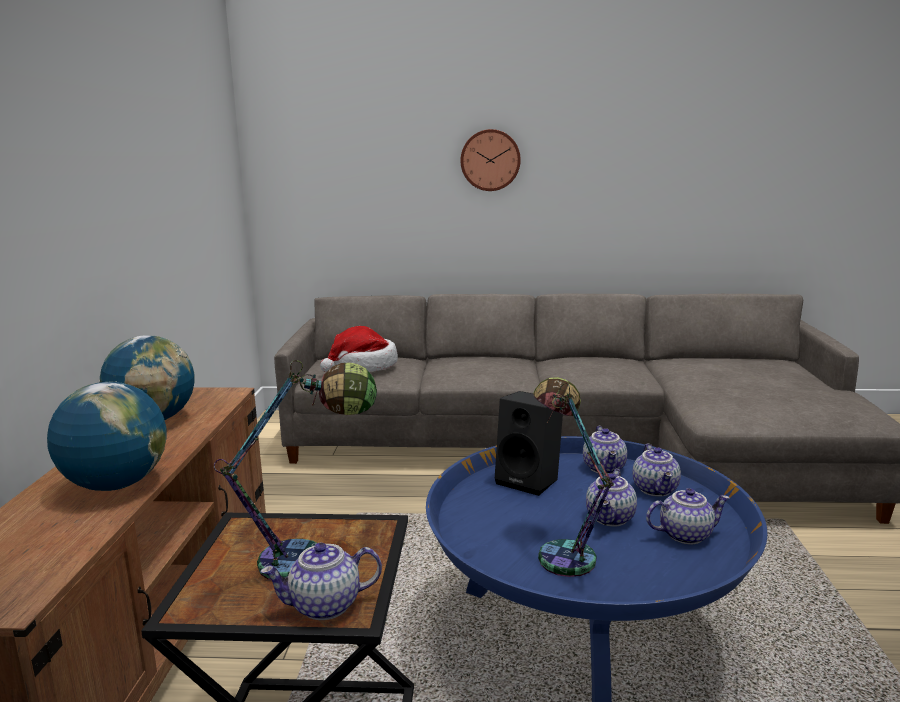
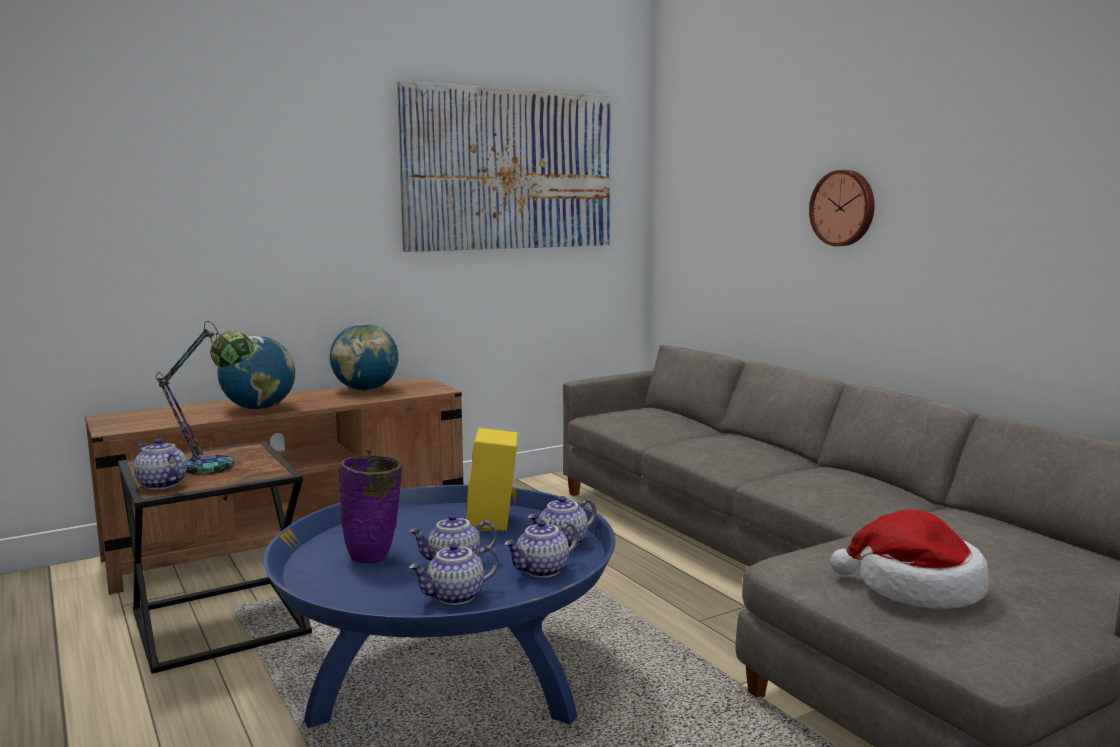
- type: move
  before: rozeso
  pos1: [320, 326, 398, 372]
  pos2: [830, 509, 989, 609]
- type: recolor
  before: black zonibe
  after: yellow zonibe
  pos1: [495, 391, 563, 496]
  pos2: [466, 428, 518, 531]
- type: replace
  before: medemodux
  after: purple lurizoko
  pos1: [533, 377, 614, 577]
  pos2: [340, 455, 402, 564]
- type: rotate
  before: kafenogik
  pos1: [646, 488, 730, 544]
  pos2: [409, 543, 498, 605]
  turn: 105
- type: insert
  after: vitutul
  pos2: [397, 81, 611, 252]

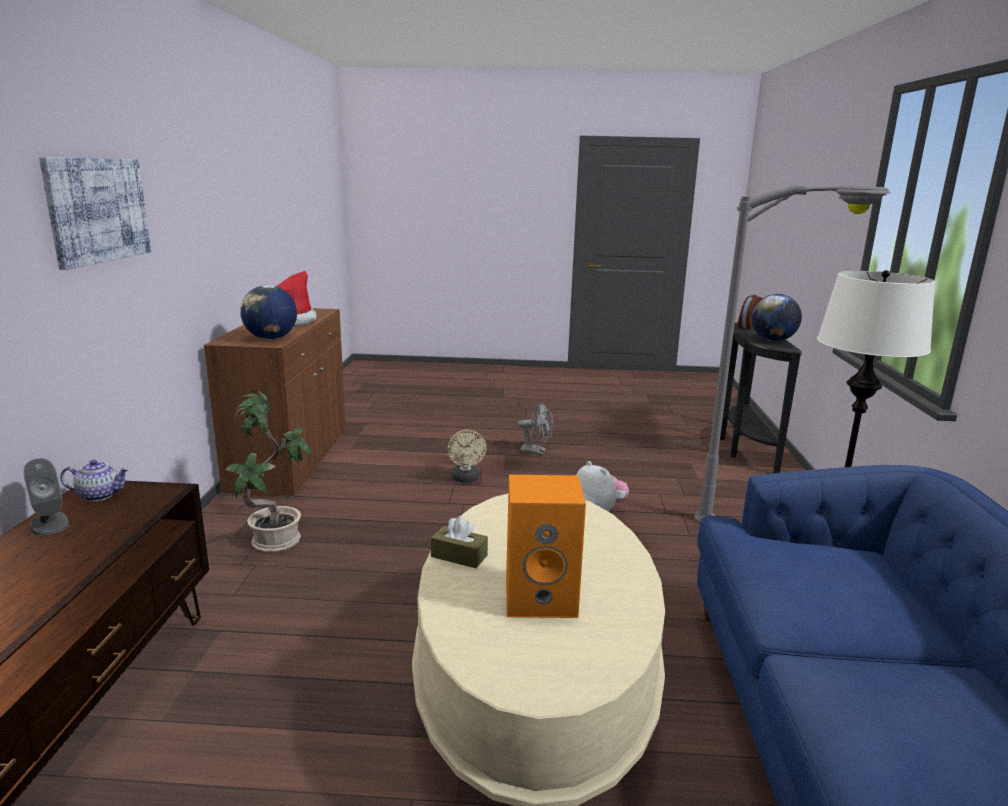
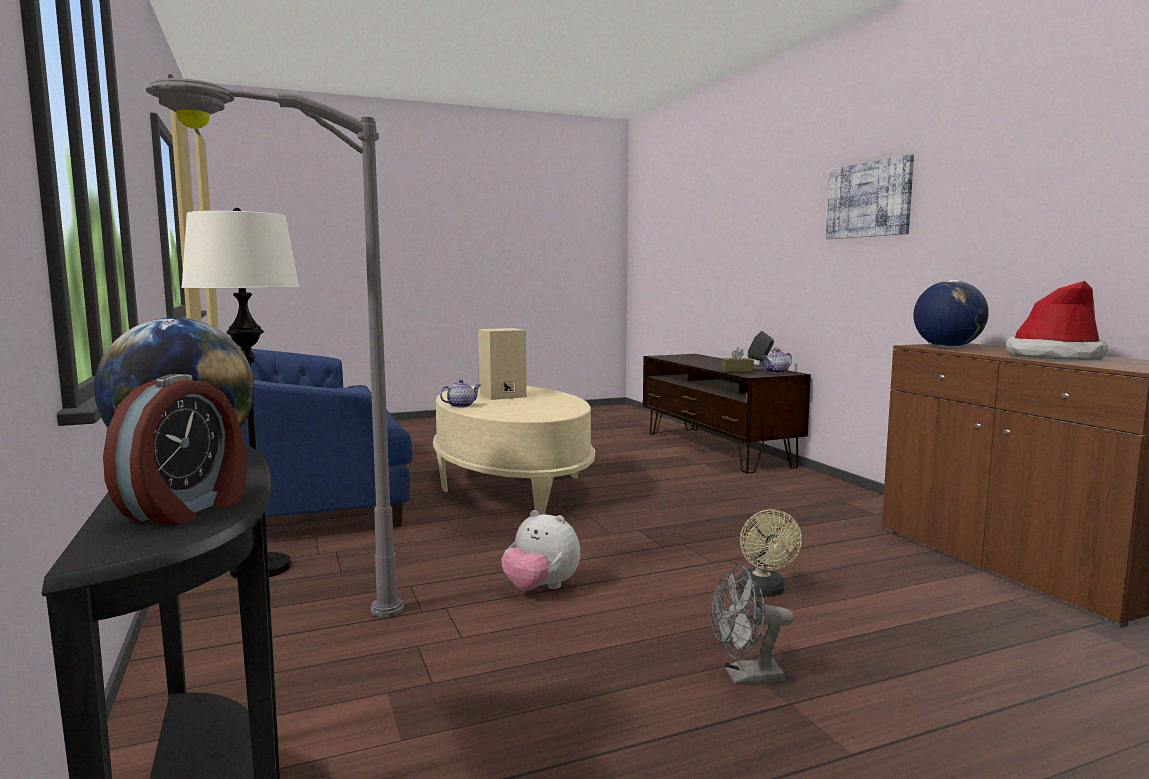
- type: delete
  before: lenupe
  pos1: [226, 389, 311, 552]
- type: move
  before: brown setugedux
  pos1: [431, 517, 488, 568]
  pos2: [722, 347, 754, 373]
- type: rotate
  before: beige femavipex
  pos1: [448, 430, 486, 482]
  pos2: [738, 509, 802, 596]
  turn: -150
- type: recolor
  before: orange zonibe
  after: beige zonibe
  pos1: [506, 475, 586, 618]
  pos2: [478, 328, 527, 400]
- type: insert
  after: kafenogik
  pos2: [440, 379, 480, 408]

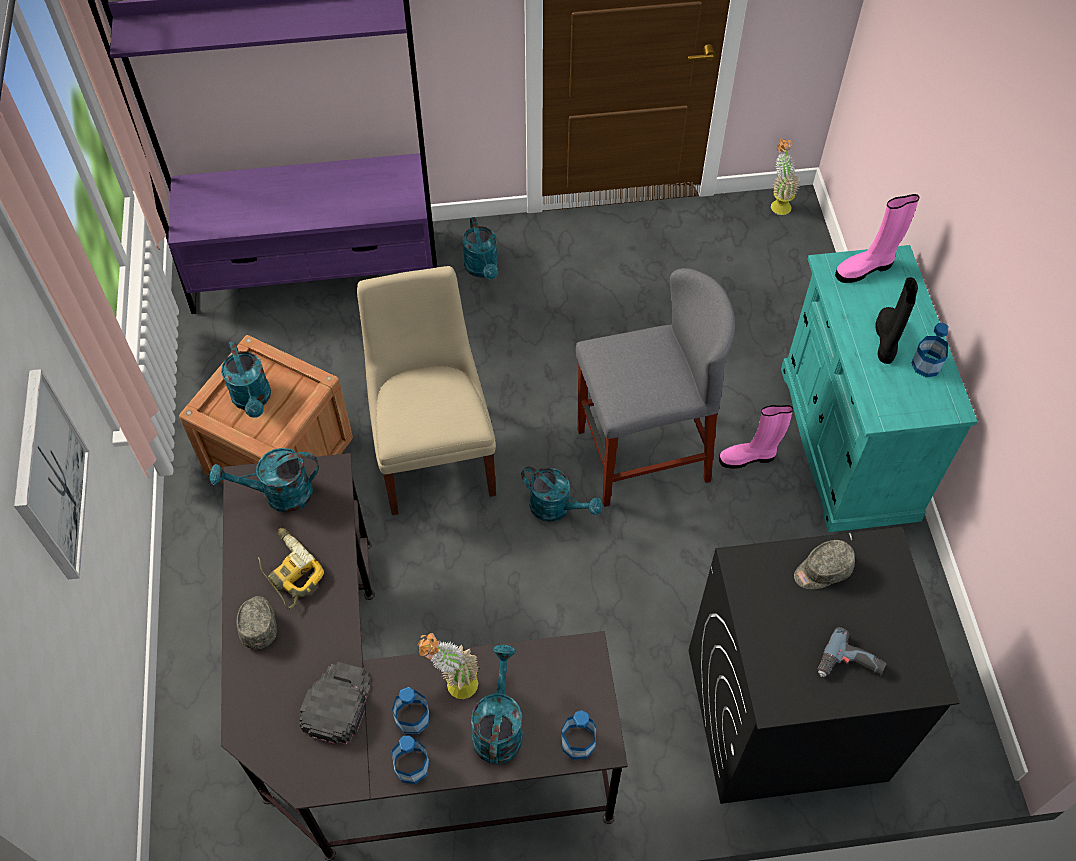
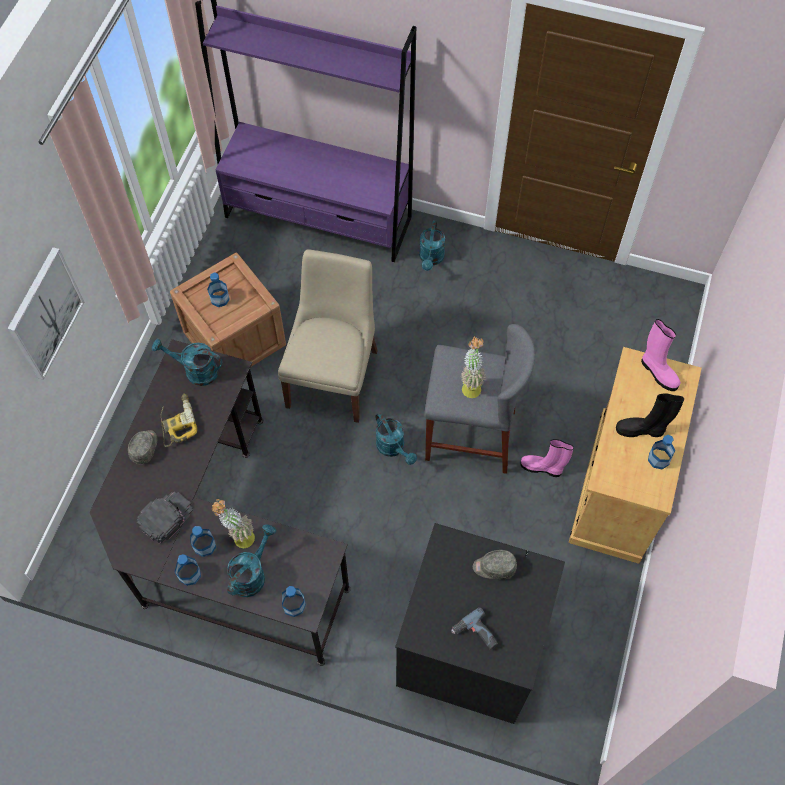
- type: replace
  before: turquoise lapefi
  after: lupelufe
  pos1: [221, 341, 271, 418]
  pos2: [207, 273, 230, 307]
- type: move
  before: lenupe
  pos1: [771, 139, 800, 215]
  pos2: [461, 337, 486, 398]
- type: recolor
  before: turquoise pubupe
  after: beige pubupe
  pos1: [781, 245, 978, 532]
  pos2: [569, 347, 702, 564]
- type: rotate
  before: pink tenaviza
  pos1: [835, 194, 919, 283]
  pos2: [641, 319, 681, 391]
  turn: -135
- type: rotate
  before: black tenaviza
  pos1: [875, 277, 918, 364]
  pos2: [616, 393, 684, 437]
  turn: -120

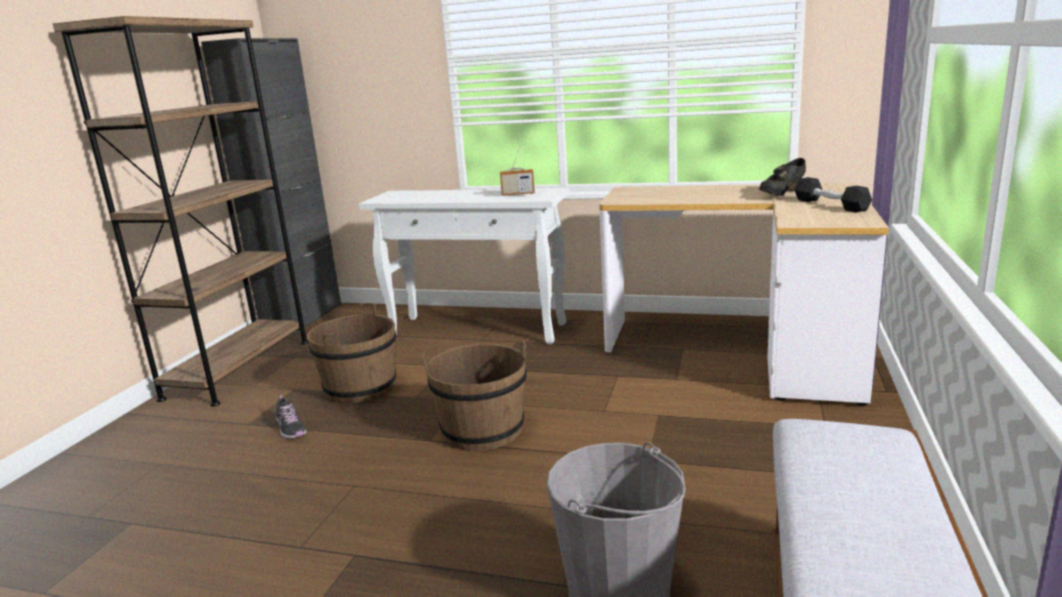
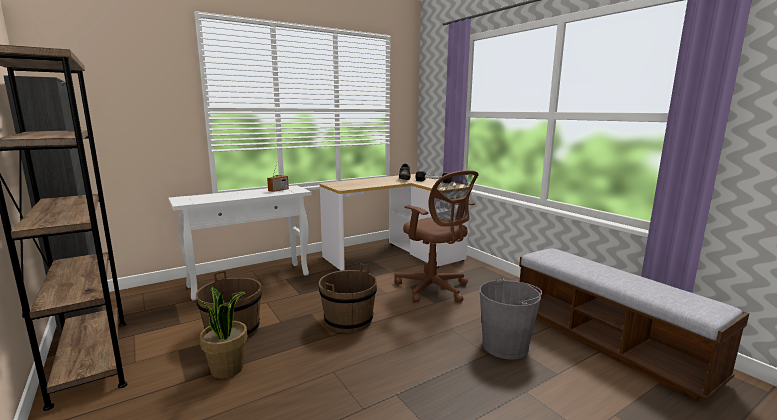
- type: replace
  before: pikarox
  after: lenupe
  pos1: [276, 395, 306, 439]
  pos2: [199, 287, 247, 379]
- type: insert
  after: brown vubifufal
  pos2: [394, 170, 478, 303]

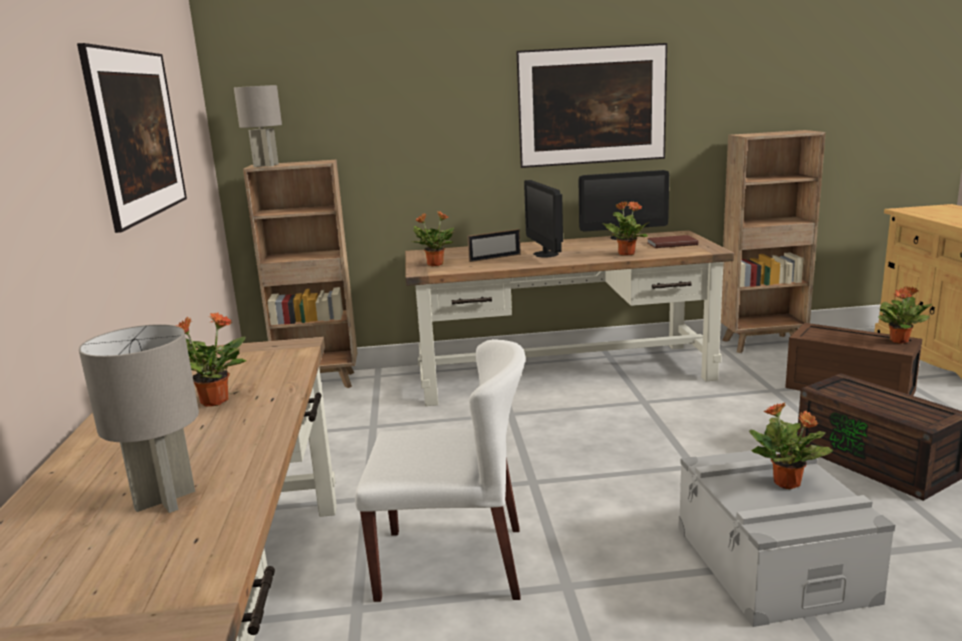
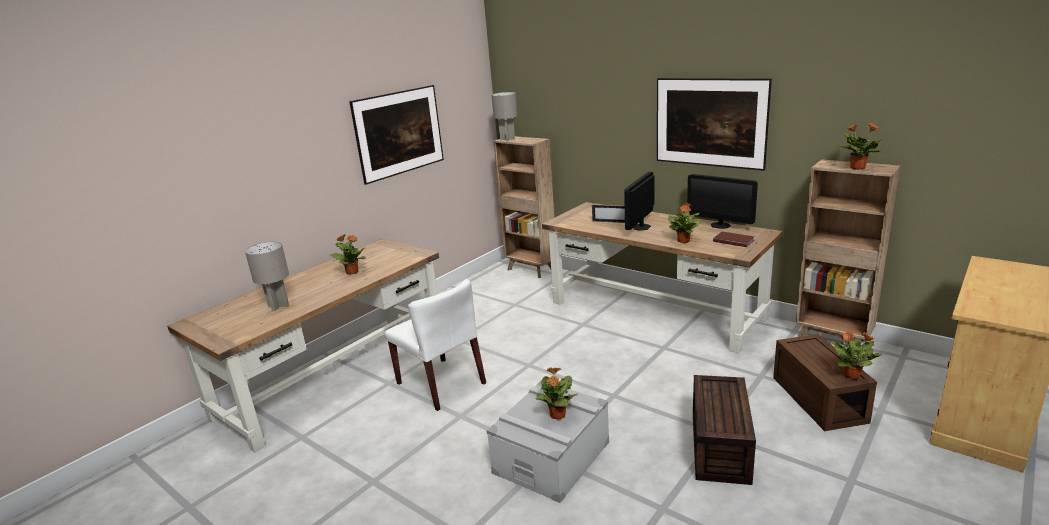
- type: move
  before: lenupe
  pos1: [411, 211, 454, 266]
  pos2: [840, 123, 884, 170]

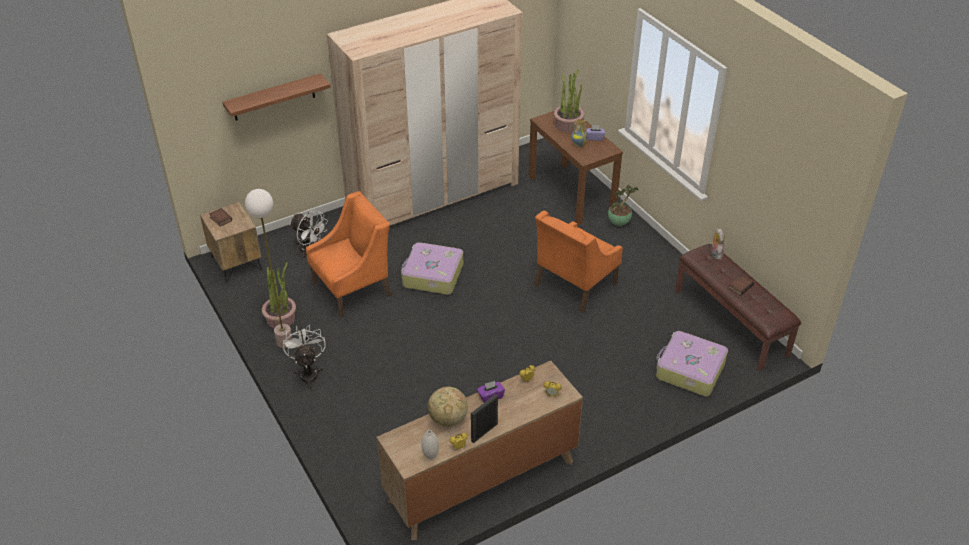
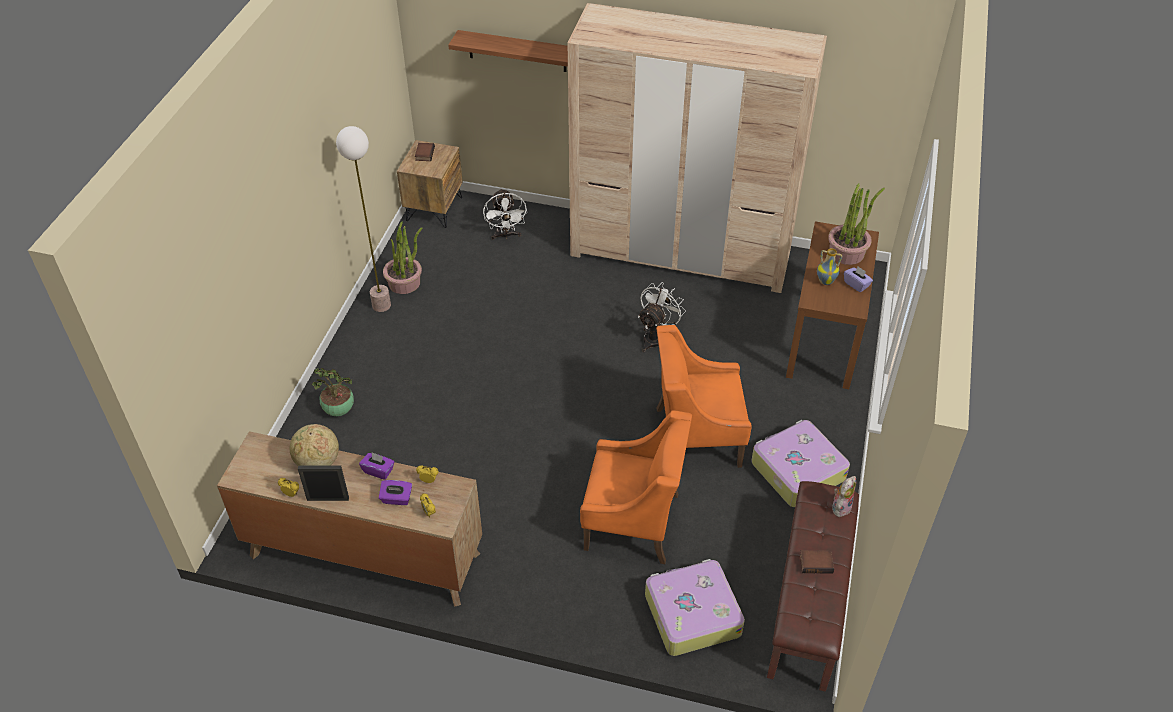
- type: move
  before: white femavipex
  pos1: [283, 325, 326, 389]
  pos2: [638, 282, 686, 352]
- type: move
  before: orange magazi
  pos1: [306, 191, 392, 318]
  pos2: [580, 410, 692, 564]
- type: move
  before: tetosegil
  pos1: [401, 242, 463, 295]
  pos2: [751, 420, 850, 507]
- type: delete
  before: white lurizoko
  pos1: [421, 430, 439, 460]
- type: move
  before: lenupe
  pos1: [608, 185, 638, 226]
  pos2: [311, 368, 354, 416]
- type: insert
  after: purple setugedux
  pos2: [379, 480, 412, 505]

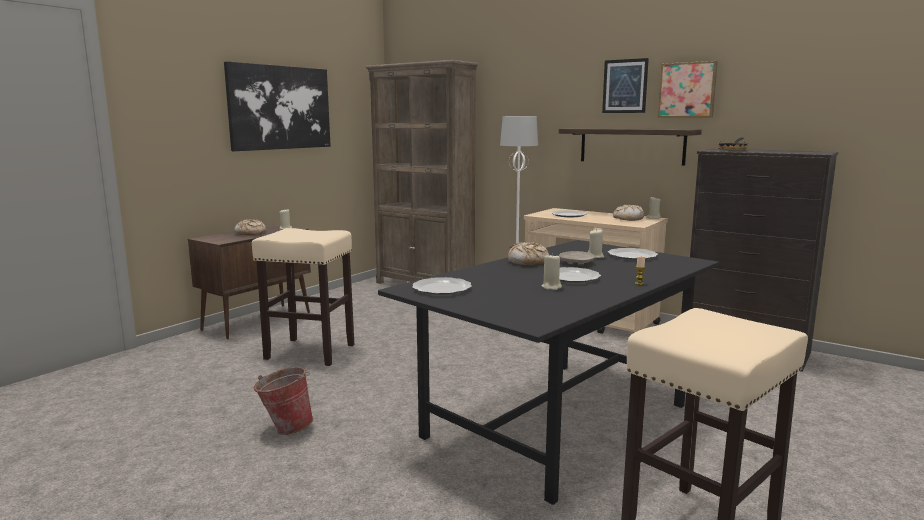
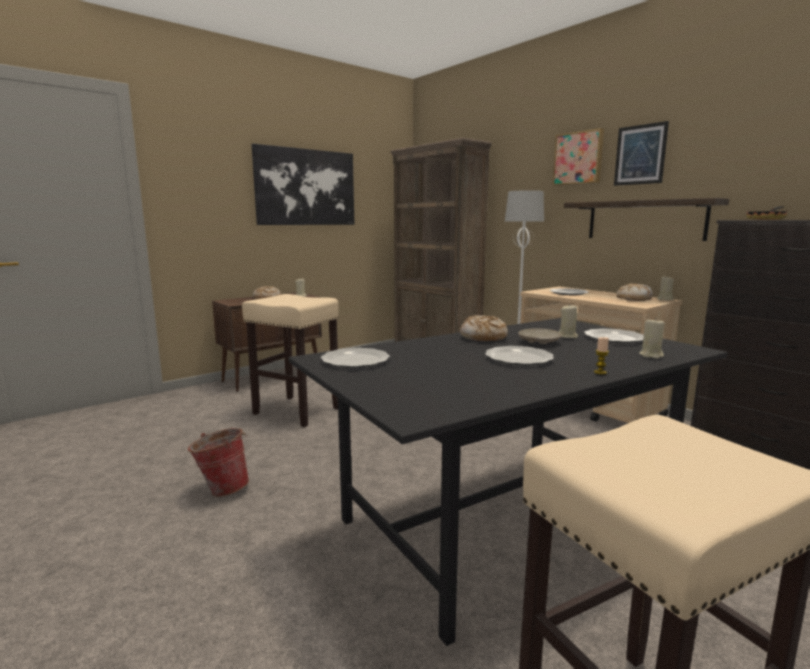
- type: move
  before: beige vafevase
  pos1: [541, 253, 562, 290]
  pos2: [639, 317, 665, 359]
- type: move
  before: vitutul
  pos1: [658, 61, 718, 118]
  pos2: [552, 128, 604, 186]

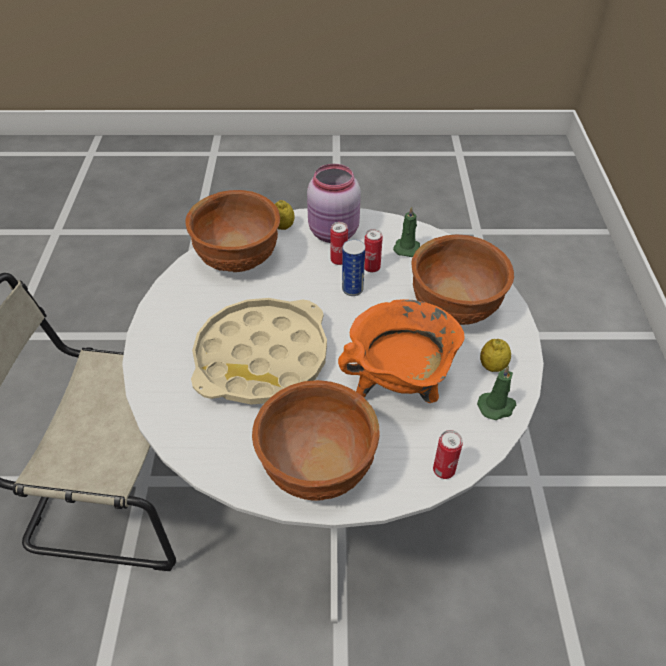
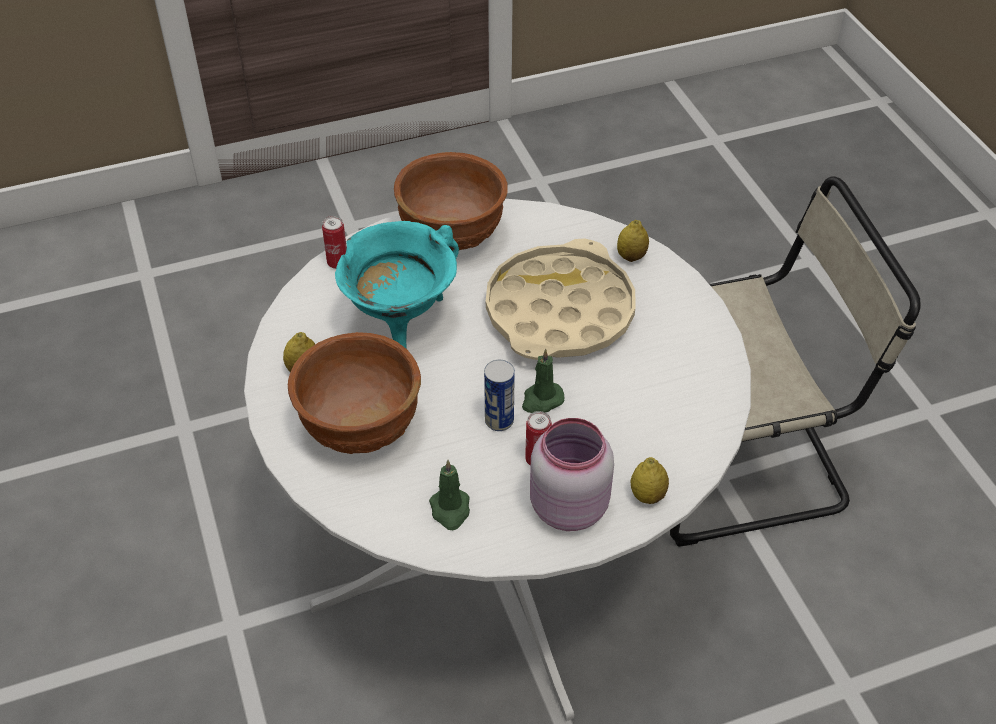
- type: delete
  before: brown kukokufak
  pos1: [186, 190, 280, 272]
- type: recolor
  before: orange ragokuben
  after: turquoise ragokuben
  pos1: [338, 299, 464, 403]
  pos2: [335, 221, 459, 349]
- type: delete
  before: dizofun
  pos1: [364, 229, 383, 272]
- type: move
  before: green vafevase
  pos1: [477, 365, 516, 420]
  pos2: [522, 348, 564, 413]
- type: insert
  after: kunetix
  pos2: [617, 220, 649, 262]

